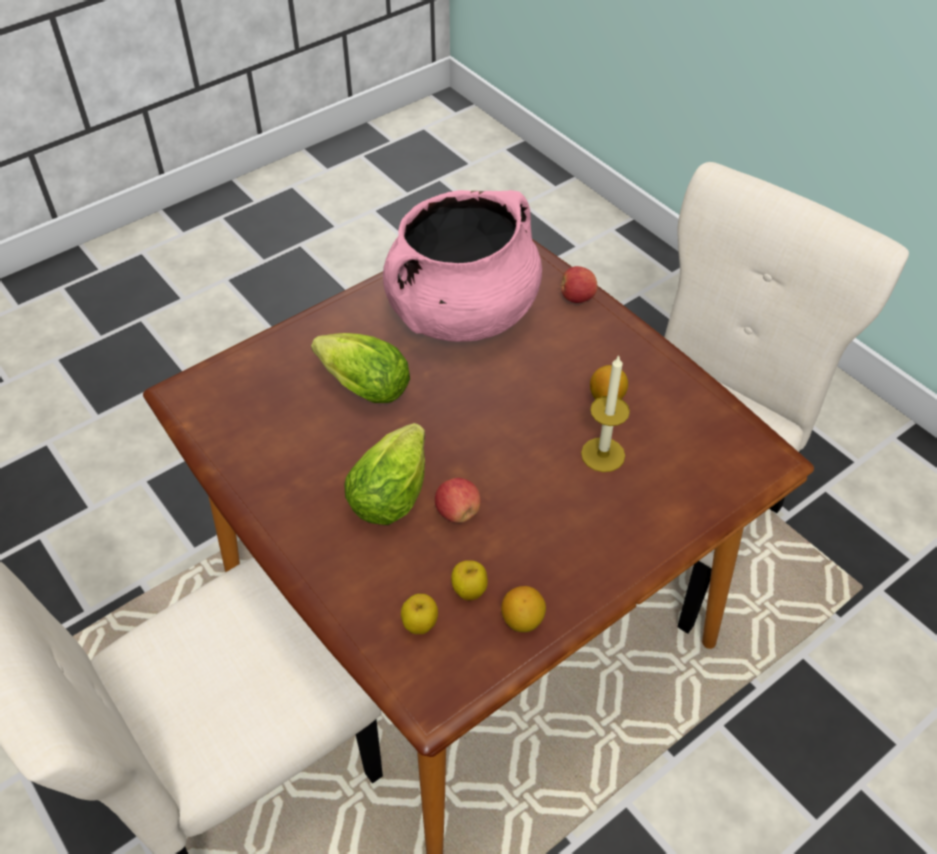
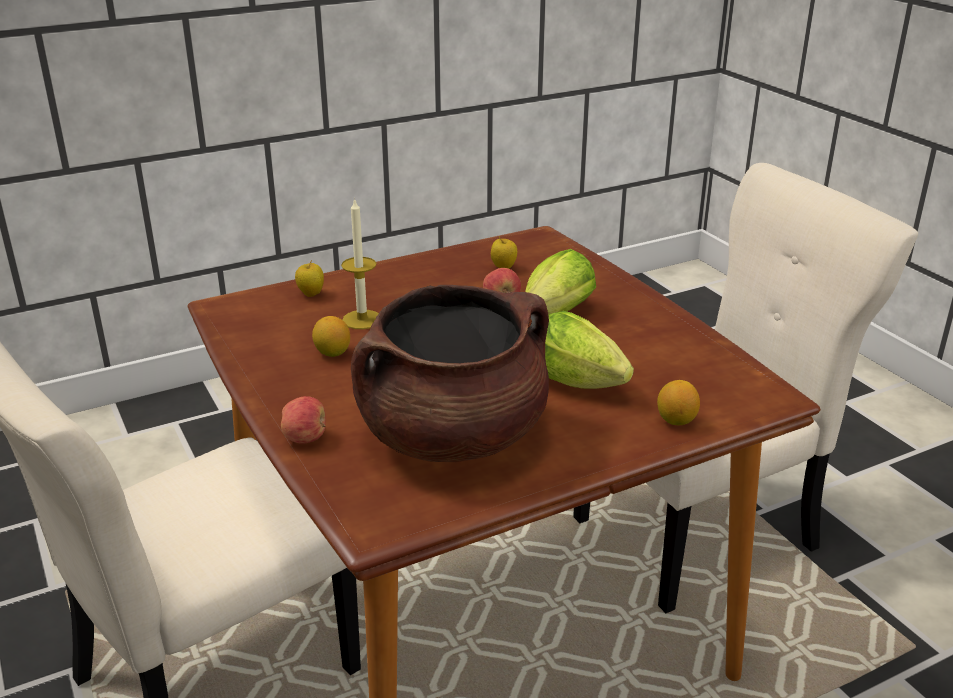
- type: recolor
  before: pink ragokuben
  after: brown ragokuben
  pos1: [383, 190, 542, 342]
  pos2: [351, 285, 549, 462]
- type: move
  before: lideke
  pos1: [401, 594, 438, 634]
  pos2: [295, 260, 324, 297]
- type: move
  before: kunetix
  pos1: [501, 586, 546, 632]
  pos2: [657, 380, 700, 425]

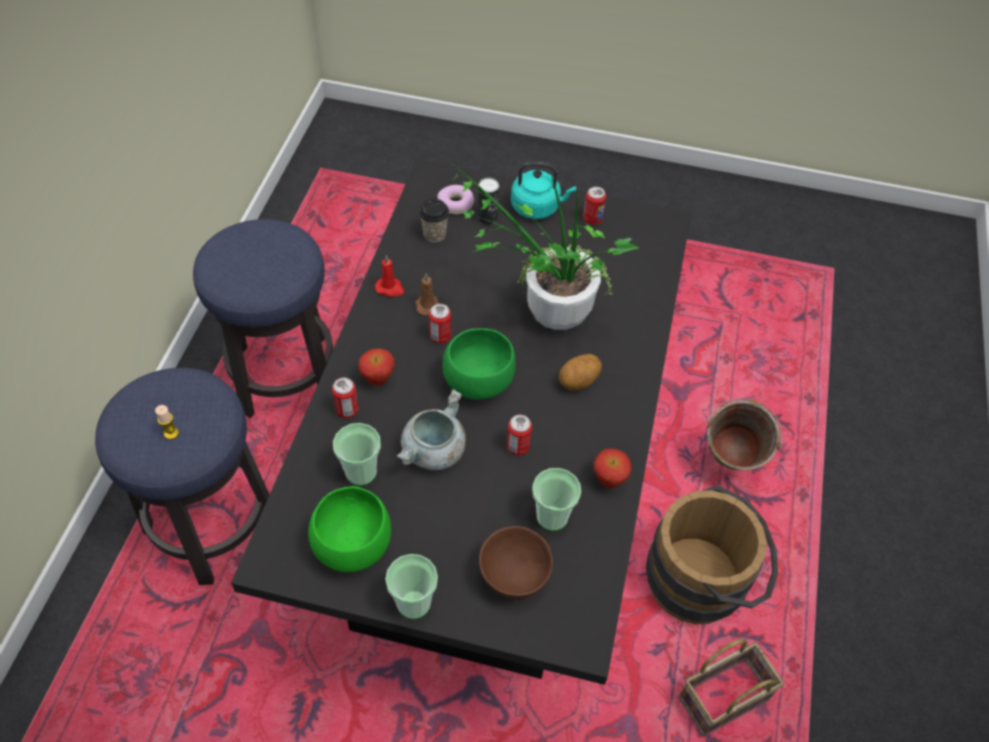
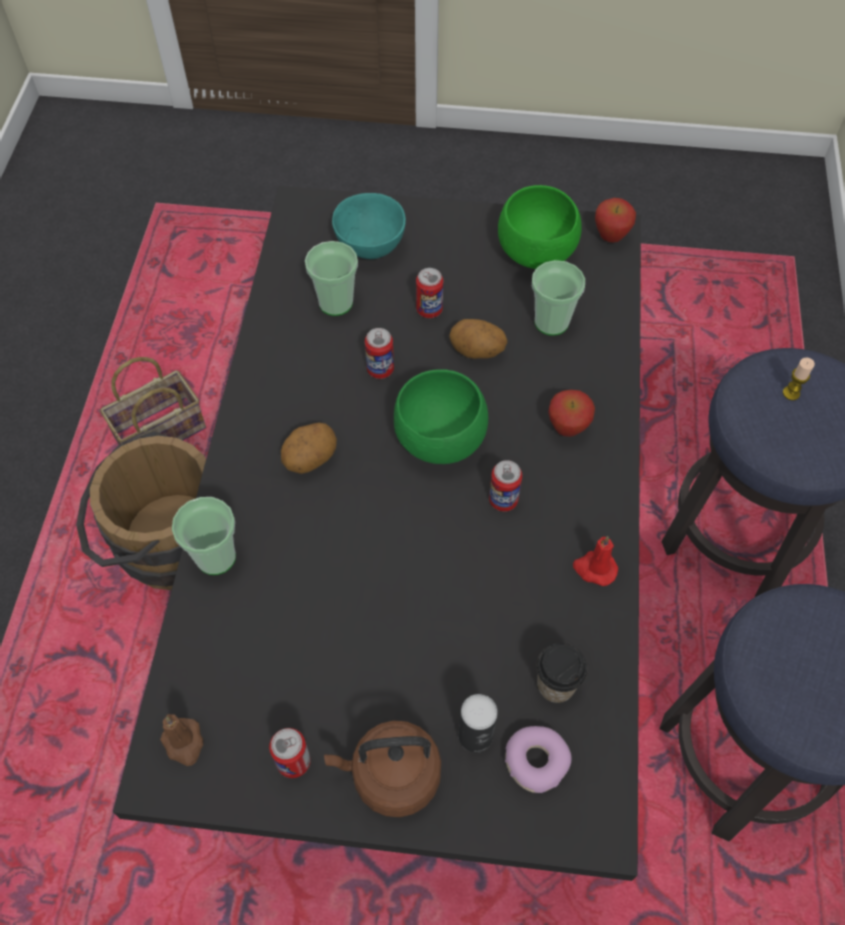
- type: move
  before: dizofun
  pos1: [332, 377, 359, 418]
  pos2: [416, 268, 443, 318]
- type: move
  before: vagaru
  pos1: [385, 554, 438, 619]
  pos2: [172, 497, 236, 575]
- type: replace
  before: grey ragokuben
  after: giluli
  pos1: [397, 389, 466, 470]
  pos2: [449, 319, 508, 359]
- type: move
  before: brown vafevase
  pos1: [415, 273, 440, 316]
  pos2: [160, 714, 203, 766]
- type: delete
  before: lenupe
  pos1: [449, 161, 639, 330]
- type: recolor
  before: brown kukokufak
  after: turquoise kukokufak
  pos1: [479, 526, 553, 599]
  pos2: [332, 193, 406, 259]
- type: recolor
  before: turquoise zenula
  after: brown zenula
  pos1: [511, 162, 576, 219]
  pos2: [324, 720, 441, 817]
- type: move
  before: lideke
  pos1: [593, 448, 631, 488]
  pos2: [595, 198, 636, 243]
- type: delete
  before: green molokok
  pos1: [707, 399, 783, 470]

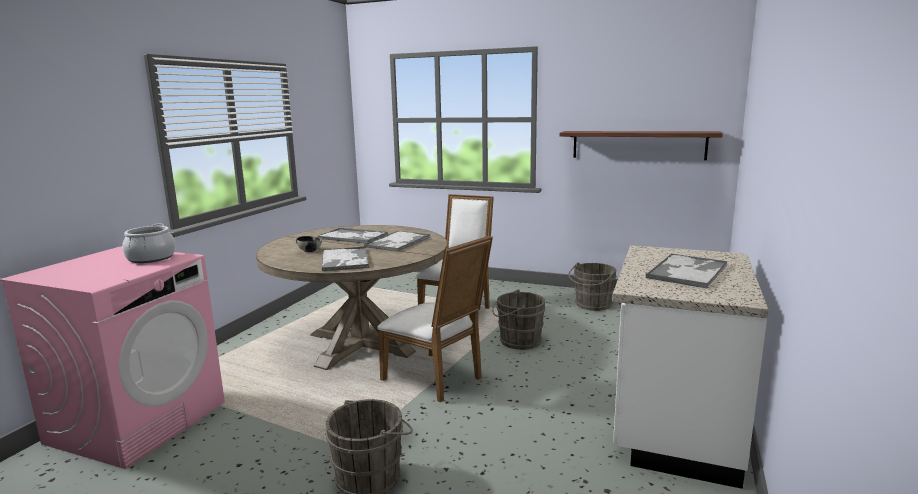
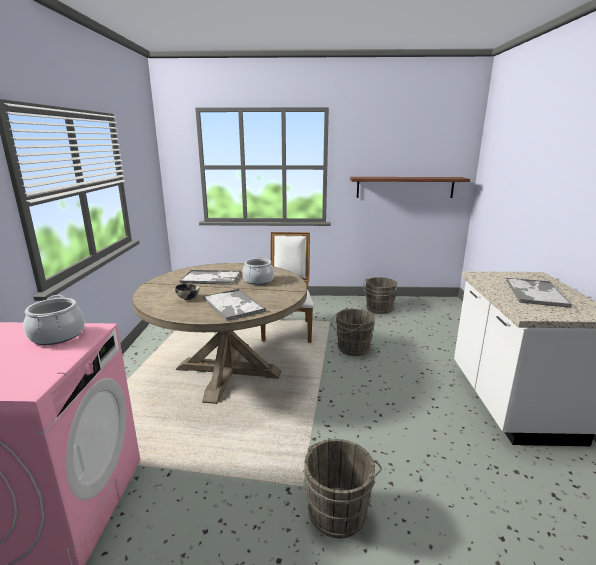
- type: replace
  before: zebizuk
  after: ragokuben
  pos1: [364, 231, 431, 252]
  pos2: [242, 257, 274, 285]
- type: delete
  before: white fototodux
  pos1: [377, 235, 493, 402]

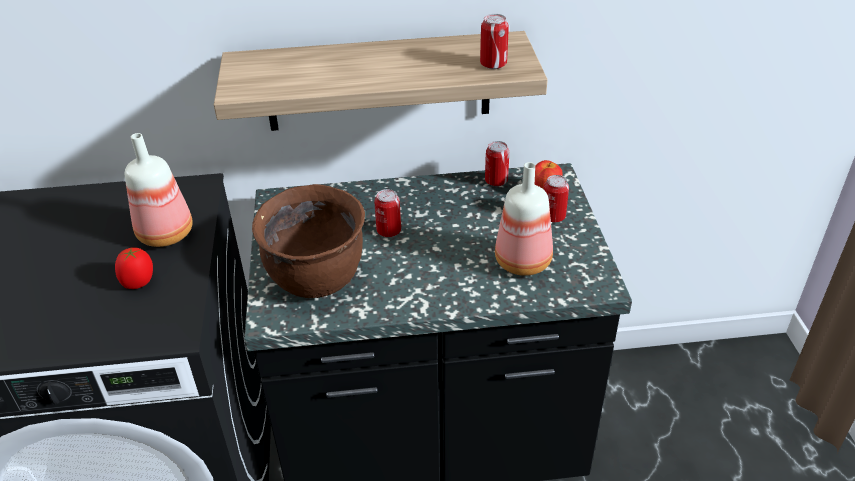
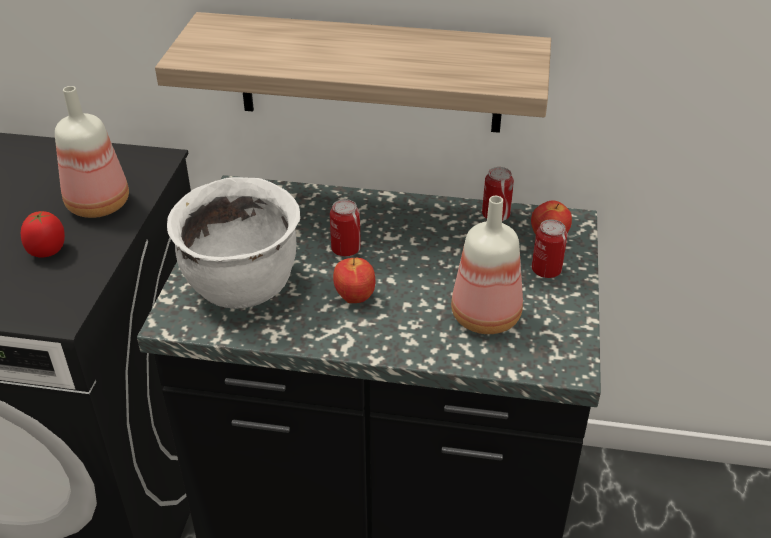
- type: recolor
  before: brown ragokuben
  after: white ragokuben
  pos1: [252, 184, 365, 298]
  pos2: [167, 177, 300, 309]
- type: delete
  before: dizofun
  pos1: [480, 14, 509, 69]
- type: insert
  after: lideke
  pos2: [333, 258, 375, 303]

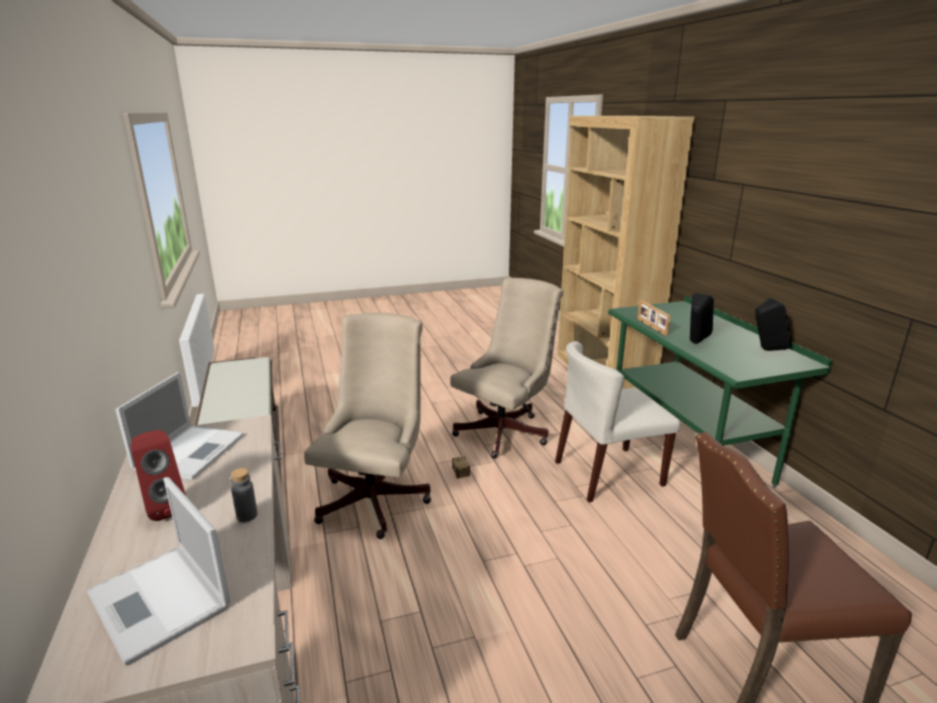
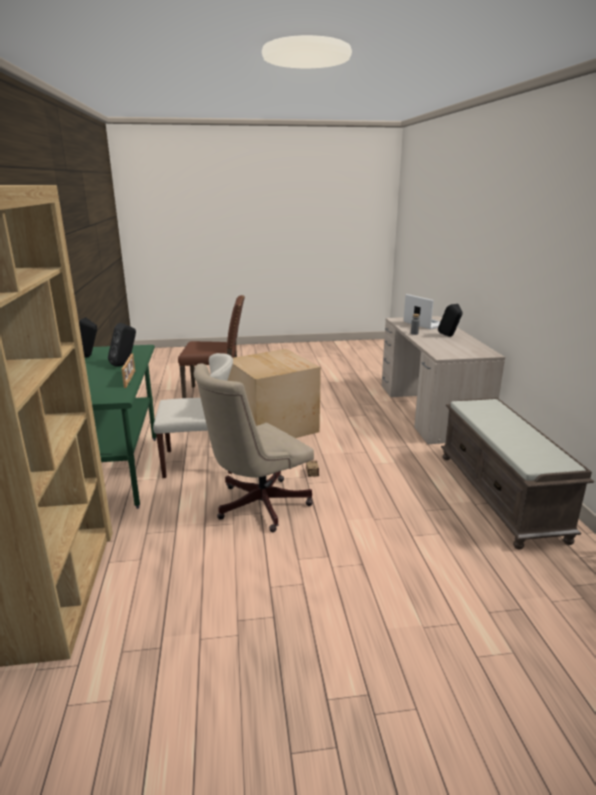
- type: delete
  before: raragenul
  pos1: [116, 372, 244, 480]
- type: recolor
  before: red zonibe
  after: black zonibe
  pos1: [131, 430, 186, 521]
  pos2: [438, 304, 463, 337]
- type: delete
  before: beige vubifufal
  pos1: [304, 313, 431, 539]
- type: insert
  after: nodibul
  pos2: [227, 349, 321, 438]

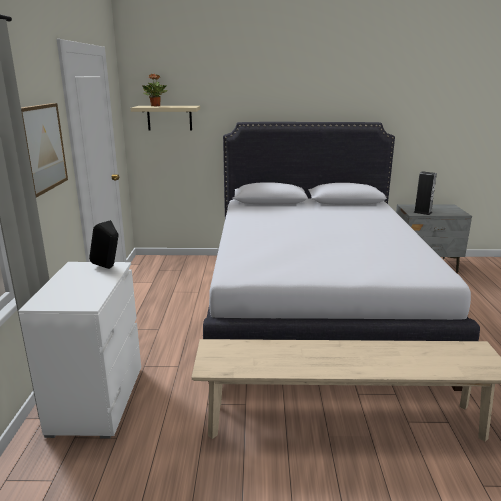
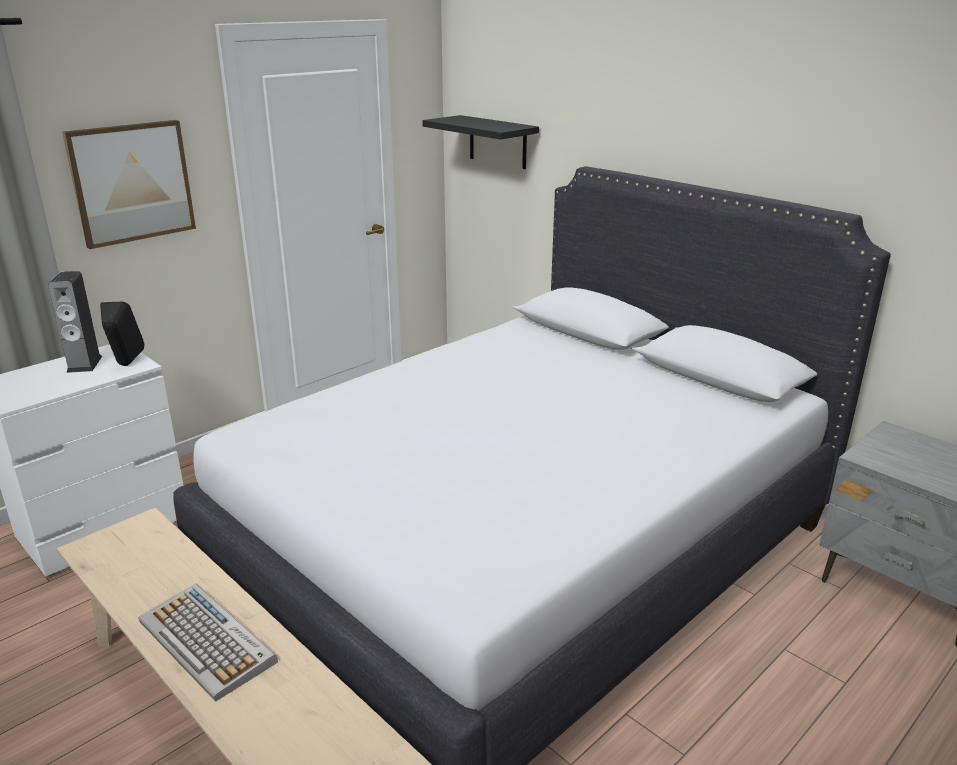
- type: recolor
  before: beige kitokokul
  after: black kitokokul
  pos1: [130, 106, 200, 131]
  pos2: [422, 115, 539, 169]
- type: delete
  before: lenupe
  pos1: [142, 74, 168, 107]
- type: move
  before: zonibe
  pos1: [413, 171, 437, 215]
  pos2: [48, 271, 102, 373]
- type: insert
  after: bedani
  pos2: [138, 584, 278, 702]

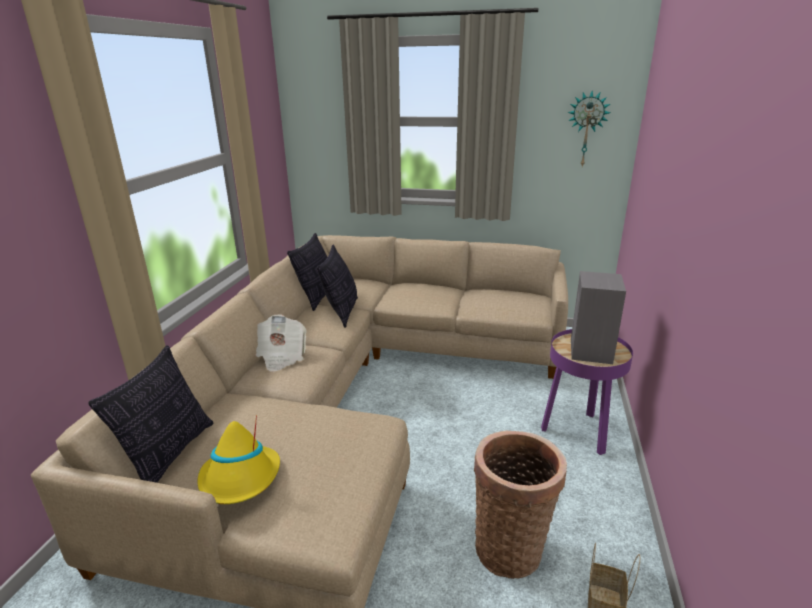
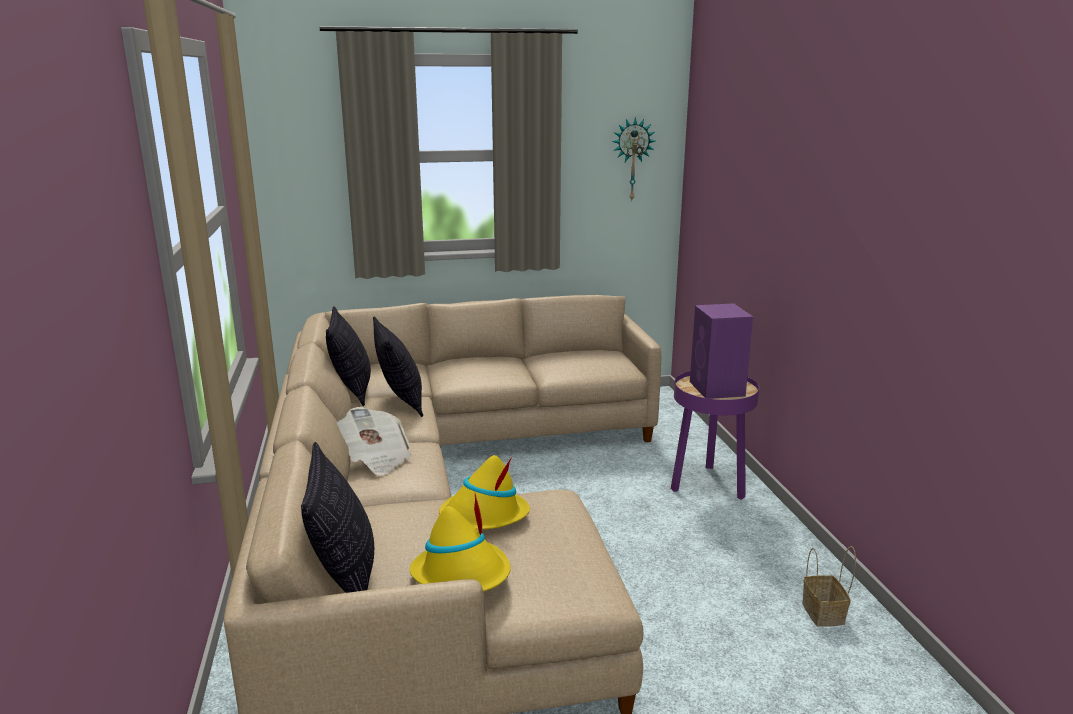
- type: delete
  before: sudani
  pos1: [474, 431, 567, 579]
- type: recolor
  before: grey zonibe
  after: purple zonibe
  pos1: [571, 271, 626, 364]
  pos2: [690, 303, 753, 399]
- type: insert
  after: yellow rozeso
  pos2: [439, 455, 530, 530]

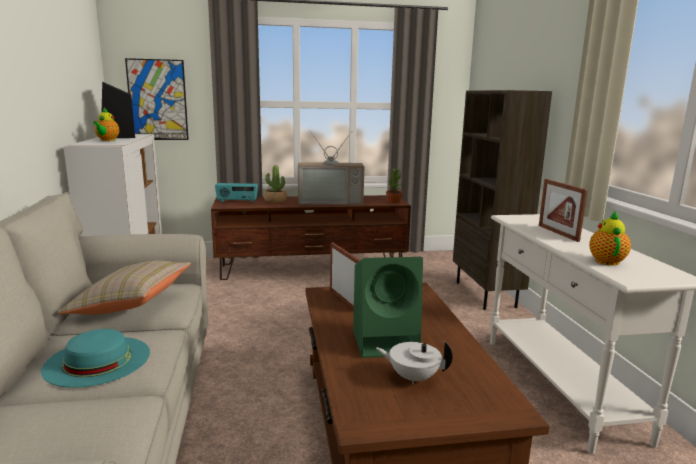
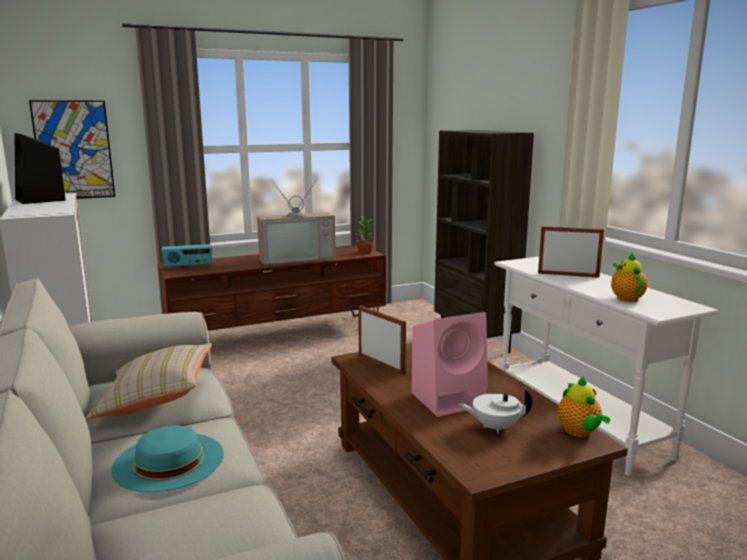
- type: move
  before: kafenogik
  pos1: [93, 107, 119, 141]
  pos2: [558, 377, 610, 437]
- type: delete
  before: lenupe
  pos1: [264, 165, 287, 202]
- type: recolor
  before: green zonibe
  after: pink zonibe
  pos1: [353, 257, 423, 358]
  pos2: [412, 312, 488, 417]
- type: rotate
  before: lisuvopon
  pos1: [539, 179, 587, 242]
  pos2: [538, 226, 604, 278]
  turn: 135

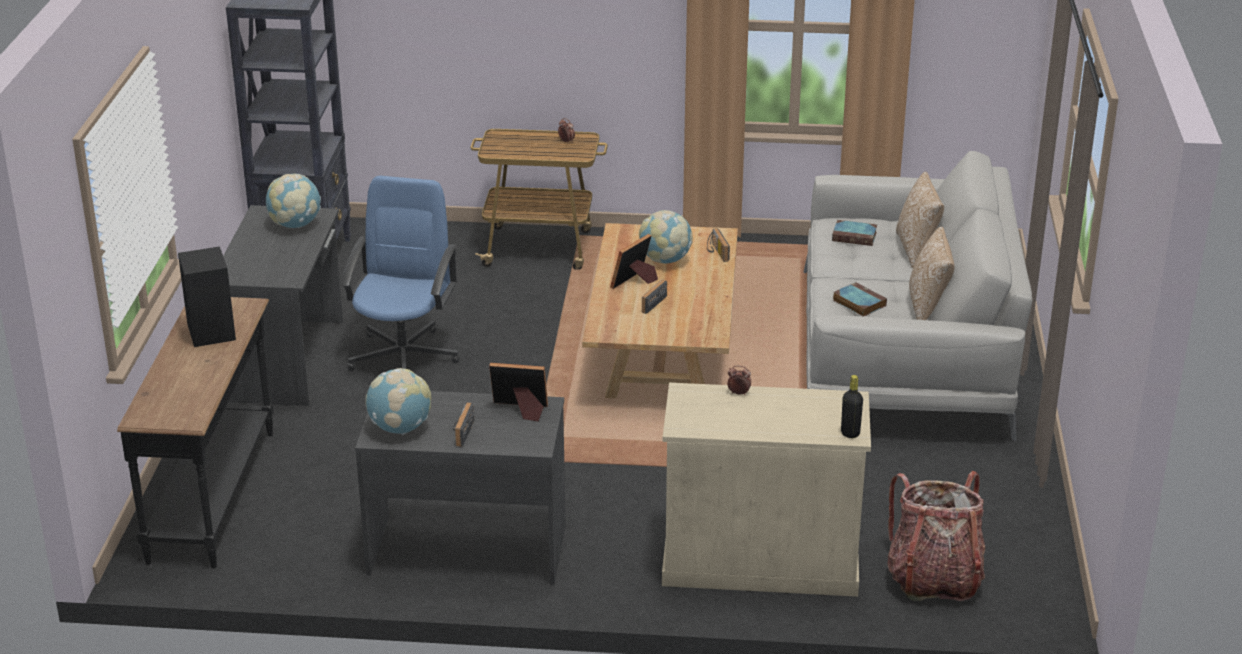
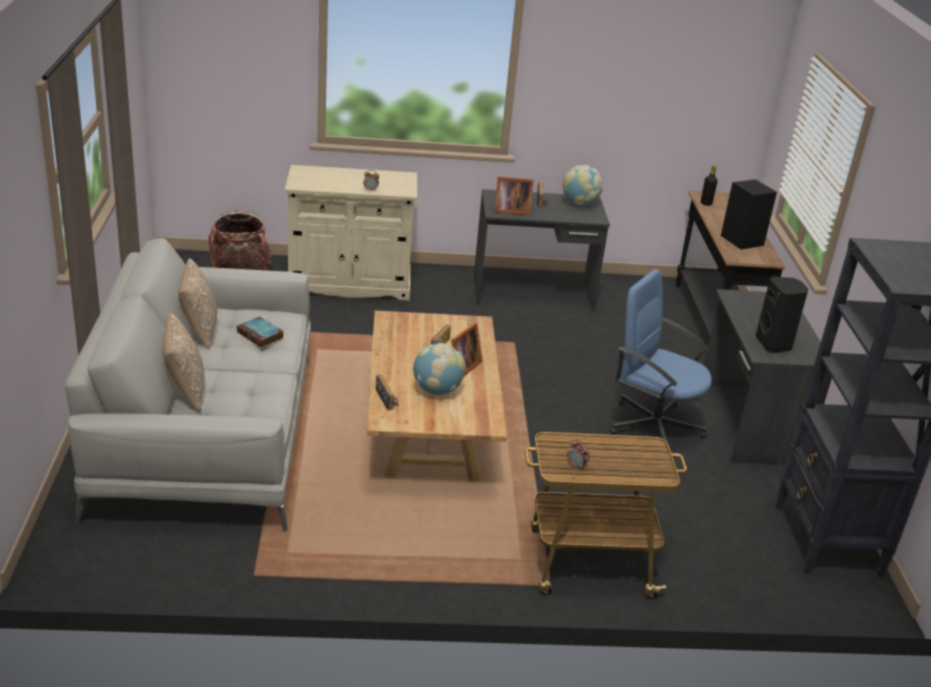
- type: replace
  before: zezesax
  after: black zonibe
  pos1: [266, 174, 321, 228]
  pos2: [756, 277, 808, 353]
- type: rotate
  before: blue vubifufal
  pos1: [340, 176, 460, 371]
  pos2: [610, 269, 712, 443]
  turn: 120
- type: delete
  before: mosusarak
  pos1: [832, 220, 877, 246]
- type: move
  before: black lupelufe
  pos1: [841, 375, 863, 438]
  pos2: [701, 165, 717, 206]

